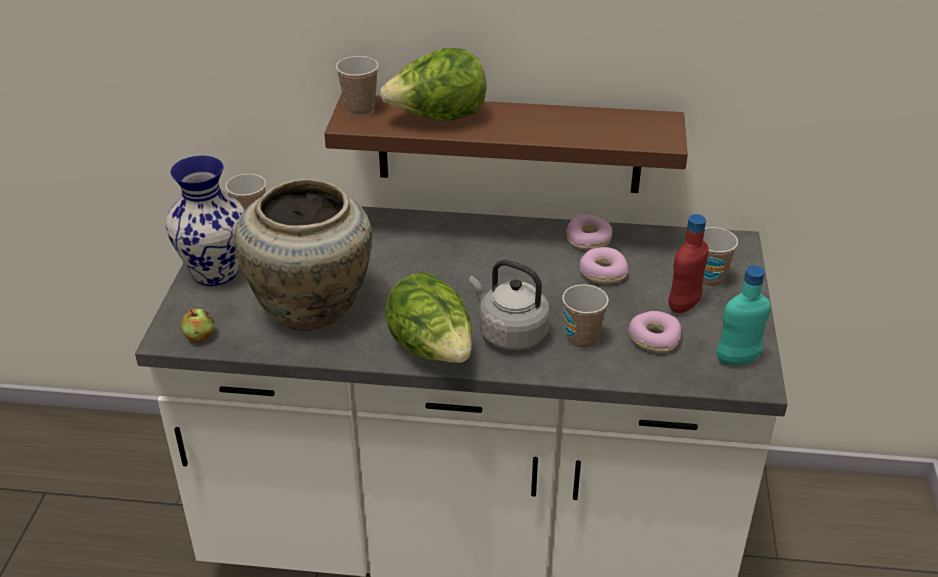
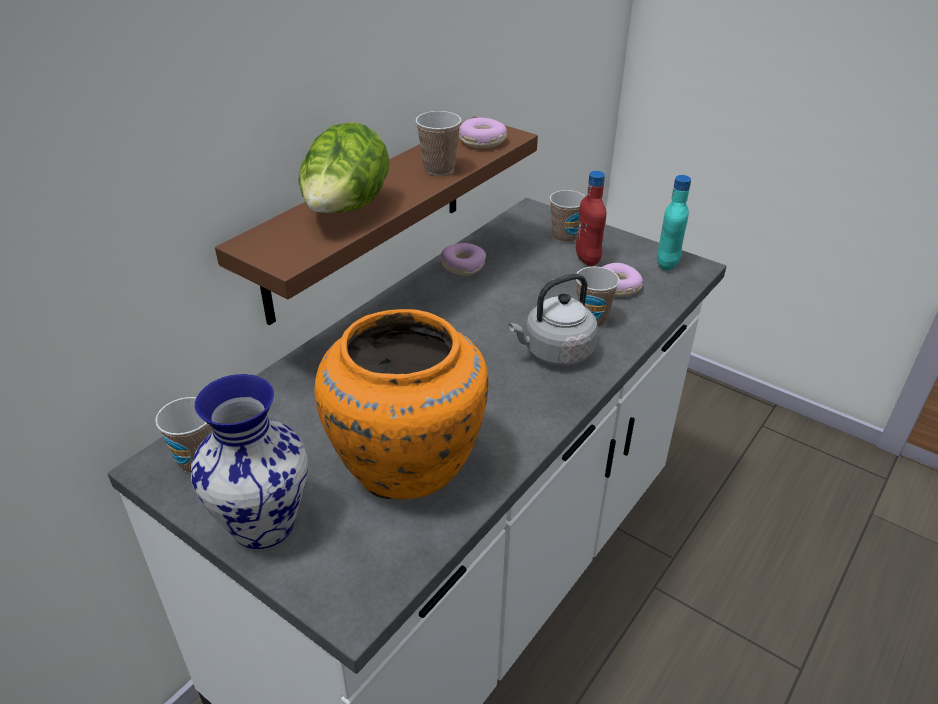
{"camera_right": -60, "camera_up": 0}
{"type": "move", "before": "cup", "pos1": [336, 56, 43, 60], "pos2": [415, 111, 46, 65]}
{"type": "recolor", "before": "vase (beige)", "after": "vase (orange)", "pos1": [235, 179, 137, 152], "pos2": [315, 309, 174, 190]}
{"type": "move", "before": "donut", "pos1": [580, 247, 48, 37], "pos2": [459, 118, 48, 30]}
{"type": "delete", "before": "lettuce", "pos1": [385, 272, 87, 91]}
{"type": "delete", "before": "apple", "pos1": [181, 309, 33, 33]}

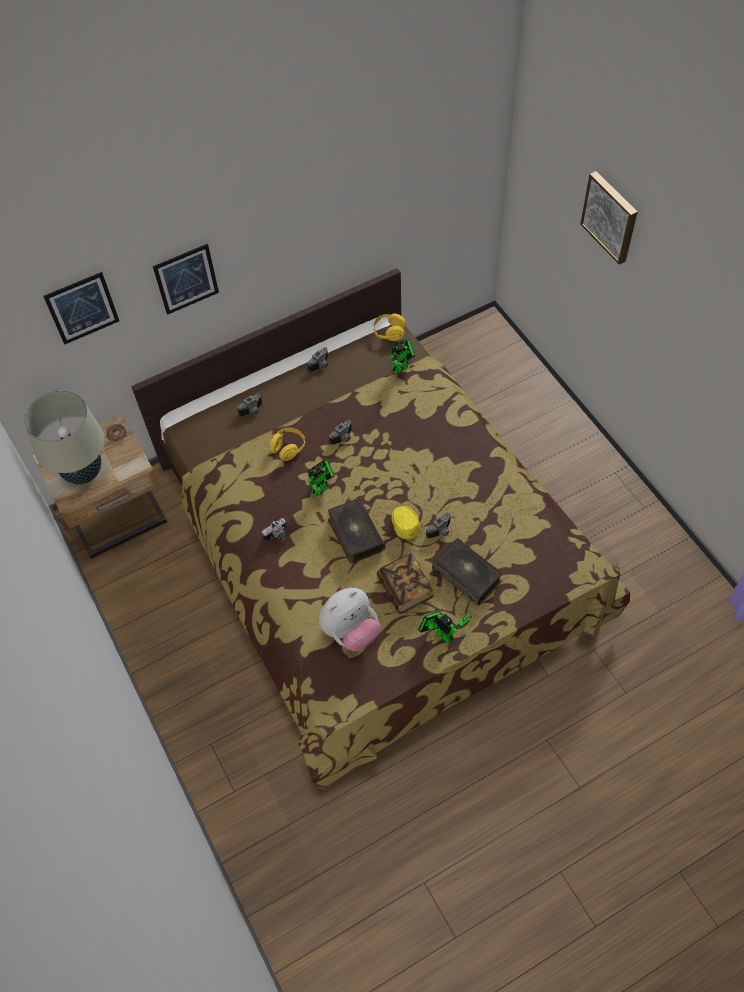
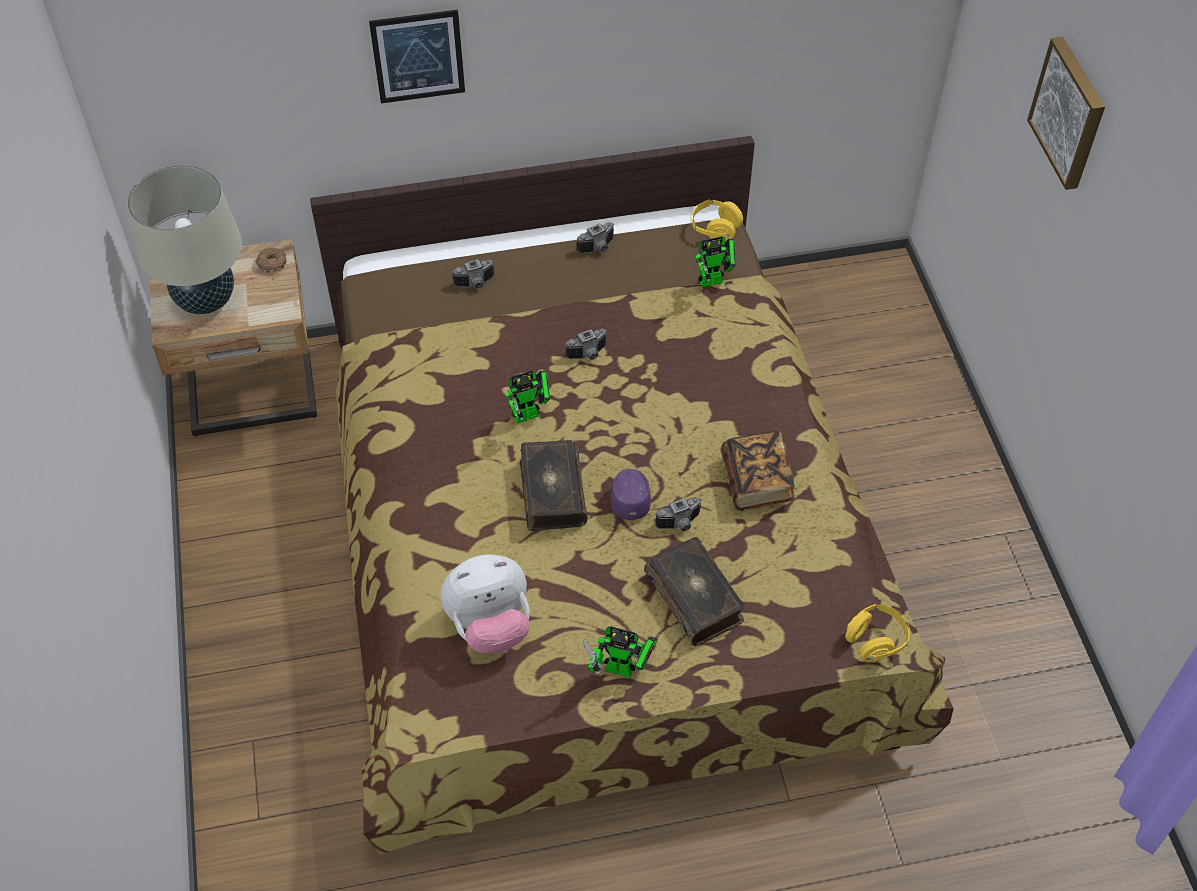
{"camera_right": 15, "camera_up": -5}
{"type": "delete", "before": "picture", "pos1": [43, 272, 76, 73]}
{"type": "move", "before": "headphones (yellow)", "pos1": [270, 428, 35, 33], "pos2": [845, 604, 65, 58]}
{"type": "recolor", "before": "cap (yellow)", "after": "cap (purple)", "pos1": [392, 506, 28, 33], "pos2": [611, 469, 40, 51]}
{"type": "delete", "before": "photo camera", "pos1": [262, 518, 25, 24]}
{"type": "move", "before": "book", "pos1": [377, 553, 57, 61], "pos2": [721, 431, 74, 80]}
{"type": "rotate", "before": "toy robot", "pos1": [418, 608, 56, 35], "pos2": [583, 626, 74, 52], "turn": 135}

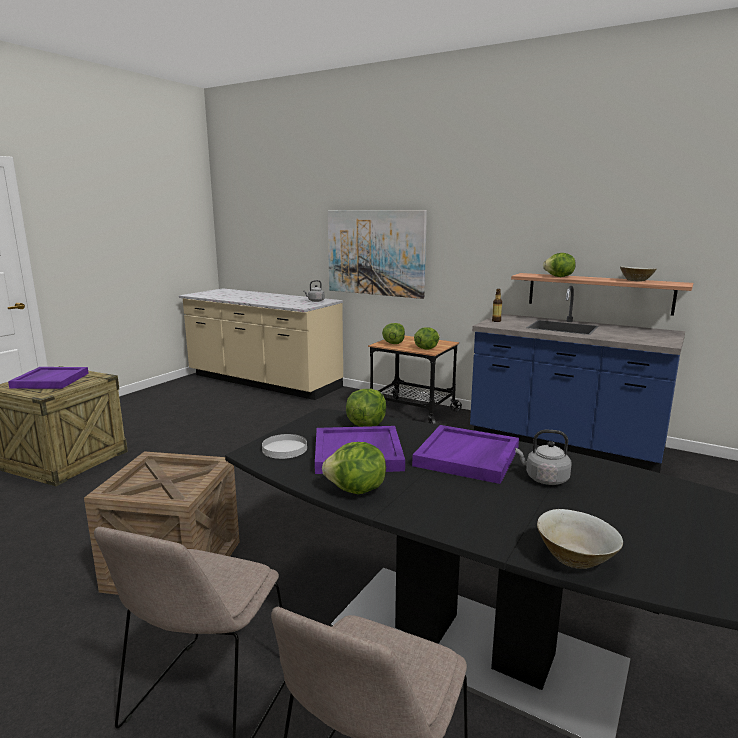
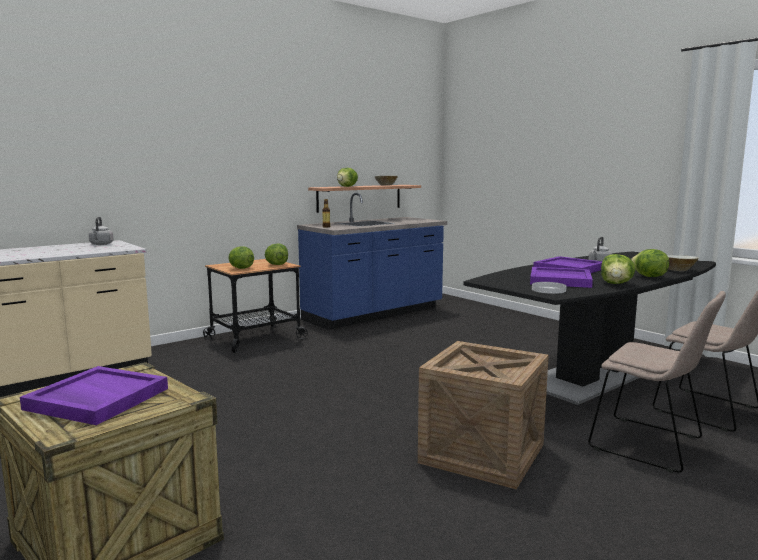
{"camera_right": -70, "camera_up": -5}
{"type": "delete", "before": "picture", "pos1": [328, 210, 99, 89]}
{"type": "move", "before": "lettuce", "pos1": [346, 389, 40, 38], "pos2": [631, 249, 38, 28]}

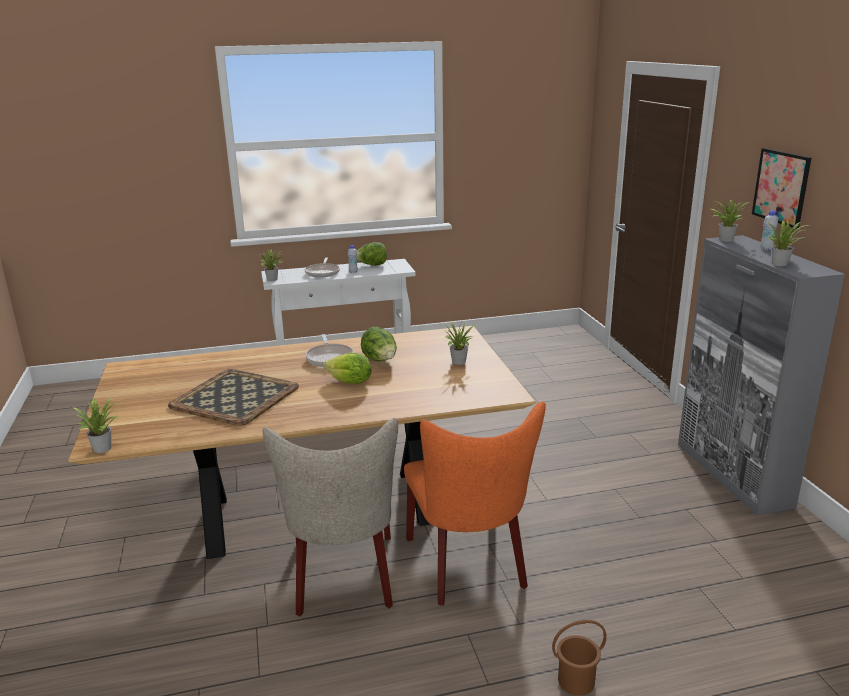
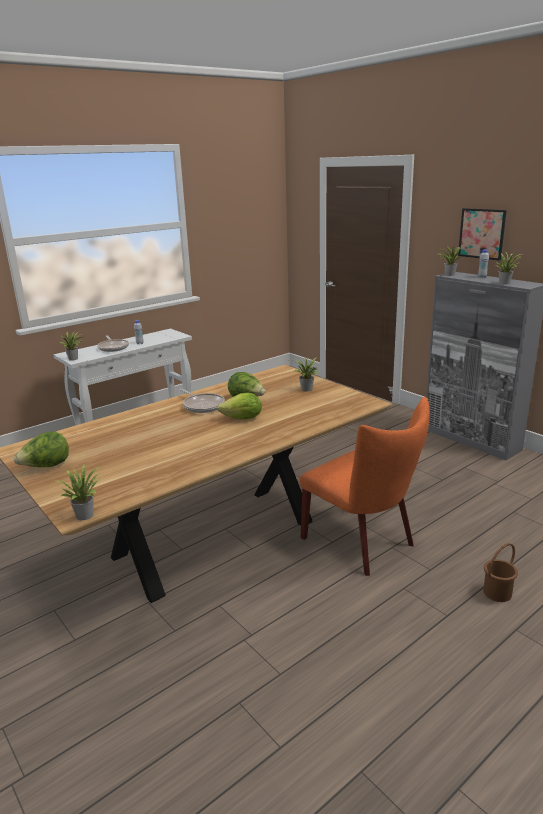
{"camera_right": -25, "camera_up": 0}
{"type": "move", "before": "lettuce", "pos1": [357, 242, 30, 24], "pos2": [14, 432, 55, 35]}
{"type": "delete", "before": "tray", "pos1": [168, 369, 131, 57]}
{"type": "delete", "before": "chair (beige)", "pos1": [262, 418, 136, 198]}

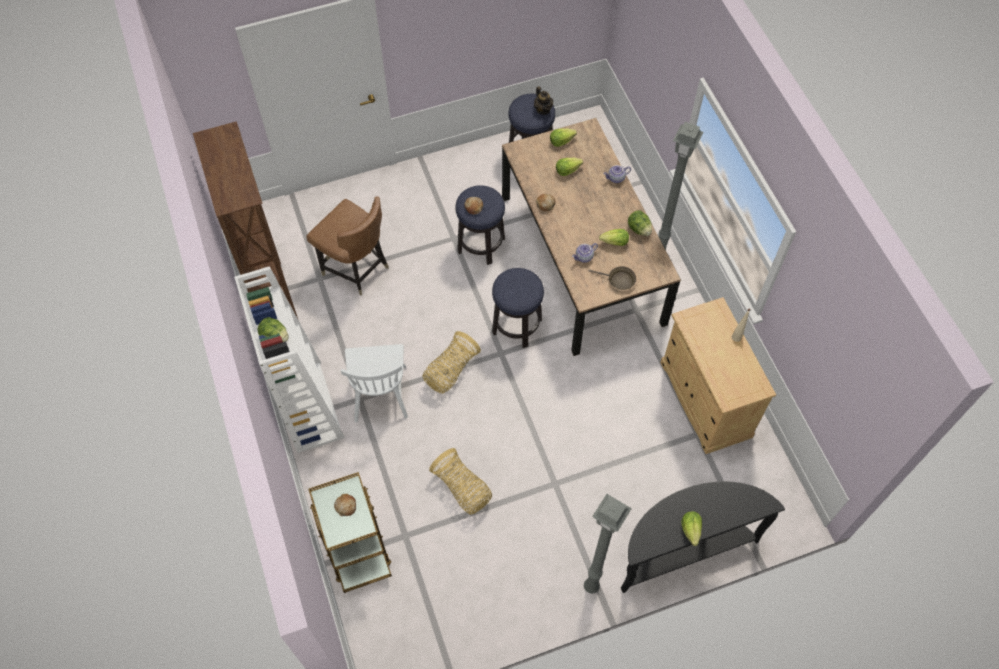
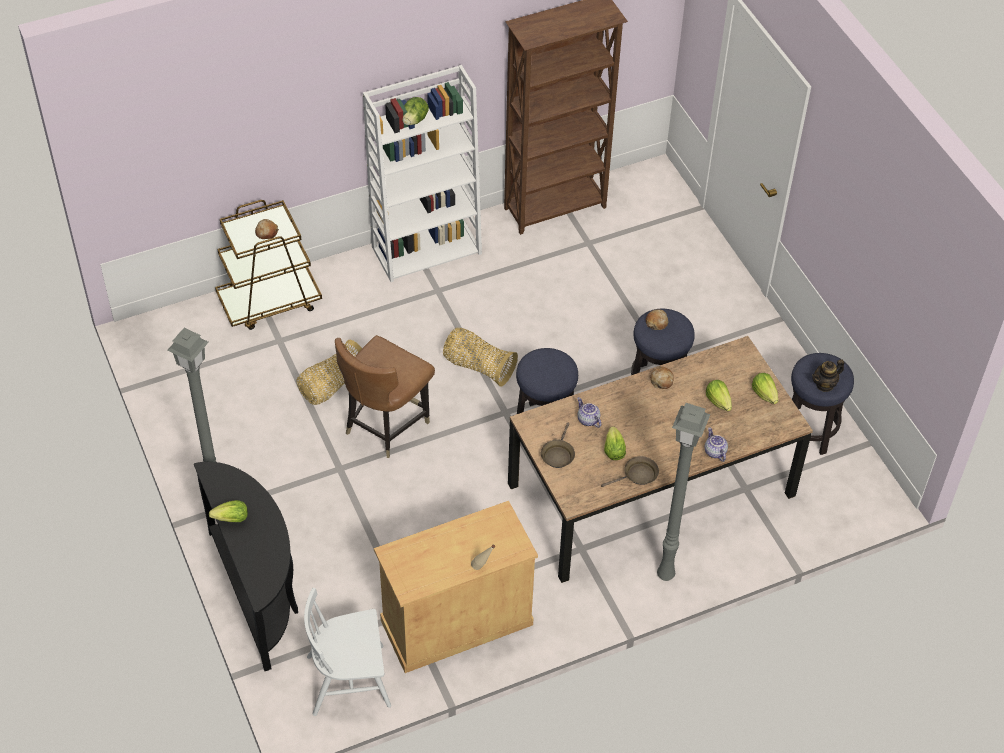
{"camera_right": 85, "camera_up": -10}
{"type": "move", "before": "chair (brown)", "pos1": [306, 196, 83, 100], "pos2": [335, 335, 100, 123]}
{"type": "replace", "before": "lettuce", "after": "frying pan (brown)", "pos1": [628, 210, 24, 26], "pos2": [601, 456, 58, 31]}
{"type": "move", "before": "chair (white)", "pos1": [341, 344, 67, 78], "pos2": [304, 588, 87, 128]}

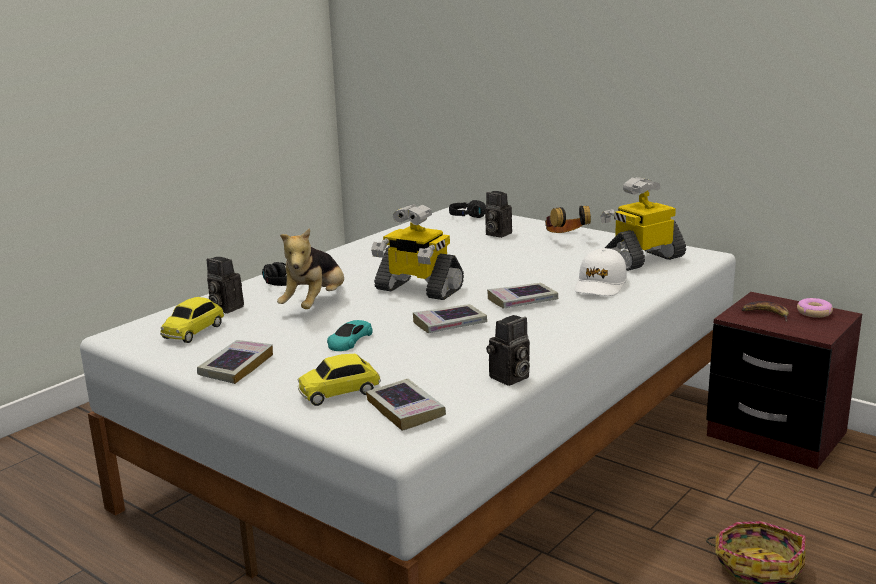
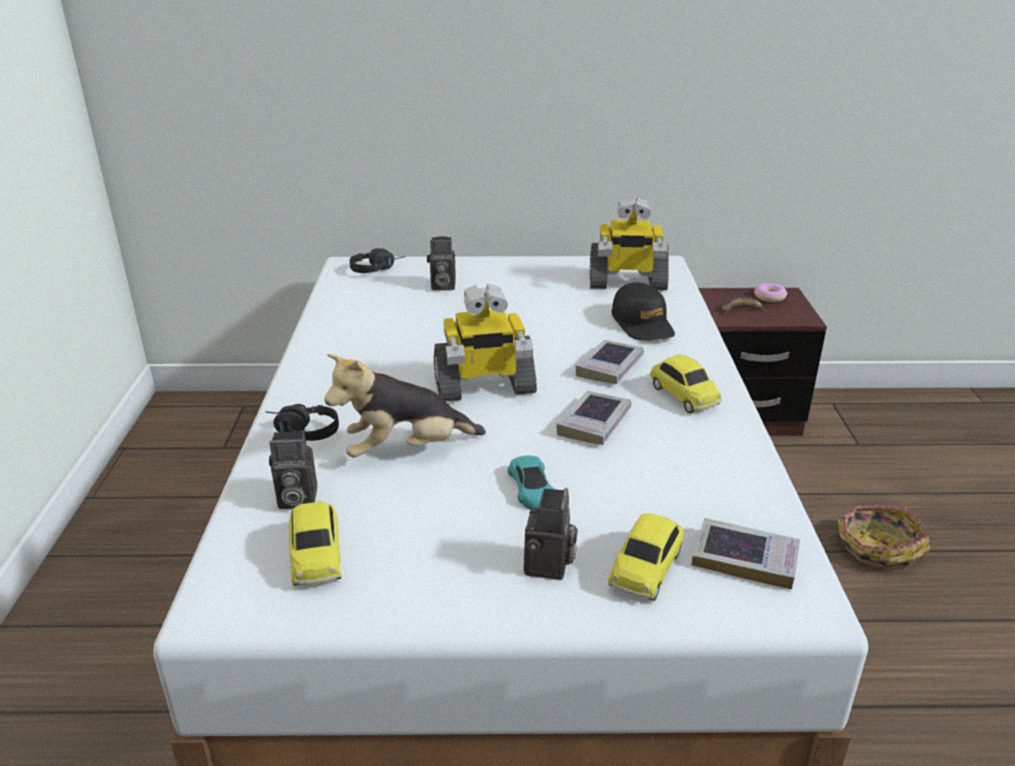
{"camera_right": -40, "camera_up": 10}
{"type": "rotate", "before": "toy robot", "pos1": [600, 177, 86, 94], "pos2": [590, 197, 79, 93], "turn": -105}
{"type": "delete", "before": "headphones", "pos1": [545, 206, 46, 27]}
{"type": "rotate", "before": "plush toy", "pos1": [277, 228, 67, 81], "pos2": [324, 354, 162, 103], "turn": 90}
{"type": "recolor", "before": "cap (white)", "after": "cap (black)", "pos1": [574, 248, 53, 48], "pos2": [611, 283, 64, 58]}
{"type": "move", "before": "photo camera", "pos1": [486, 315, 44, 71], "pos2": [524, 488, 54, 92]}
{"type": "delete", "before": "book", "pos1": [197, 340, 76, 44]}
{"type": "insert", "after": "toy car", "pos2": [650, 355, 72, 58]}

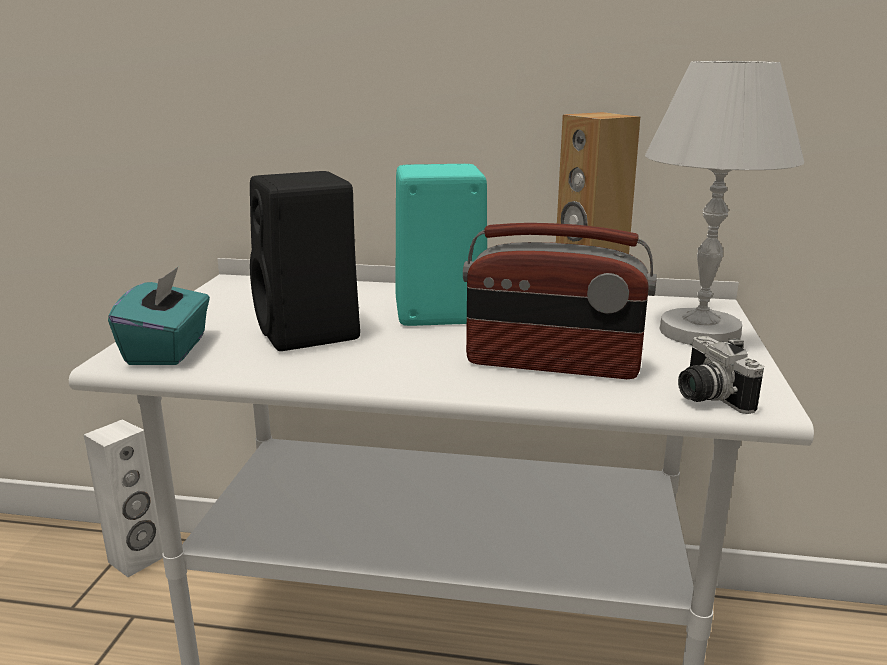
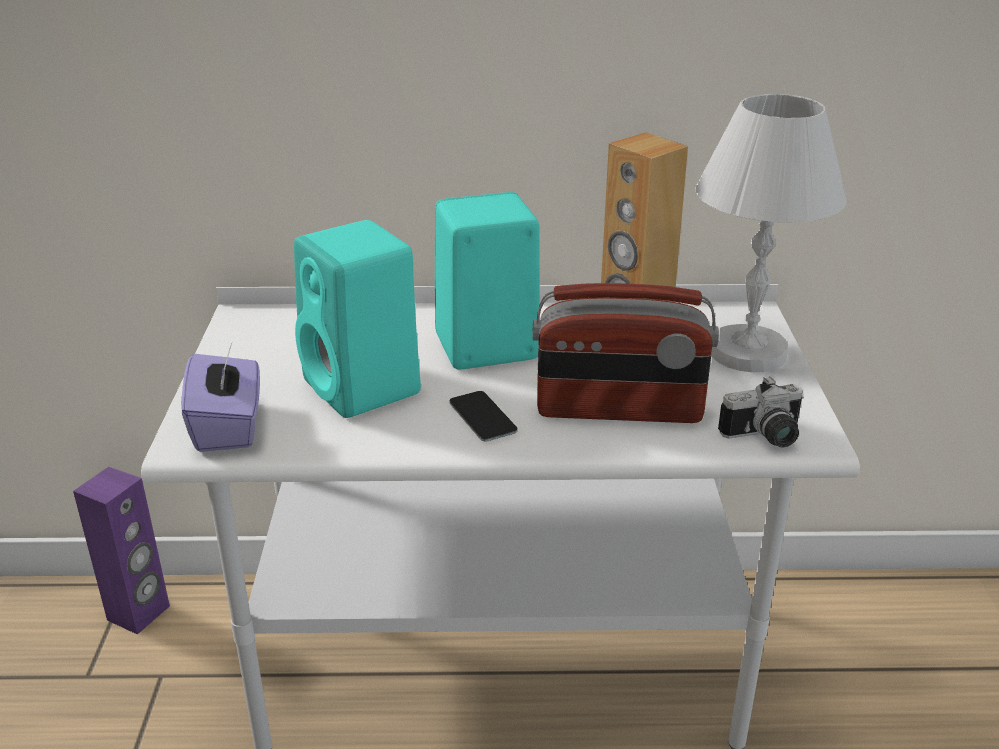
{"camera_right": -10, "camera_up": 10}
{"type": "recolor", "before": "speaker (black)", "after": "speaker (turquoise)", "pos1": [250, 171, 110, 180], "pos2": [294, 220, 127, 198]}
{"type": "recolor", "before": "tissue box (turquoise)", "after": "tissue box (purple)", "pos1": [108, 267, 102, 98], "pos2": [181, 343, 79, 109]}
{"type": "rotate", "before": "photo camera", "pos1": [678, 336, 86, 78], "pos2": [718, 376, 86, 71], "turn": -75}
{"type": "recolor", "before": "speaker (white)", "after": "speaker (purple)", "pos1": [84, 420, 79, 157], "pos2": [73, 467, 97, 168]}
{"type": "insert", "after": "phone", "pos2": [449, 391, 68, 50]}

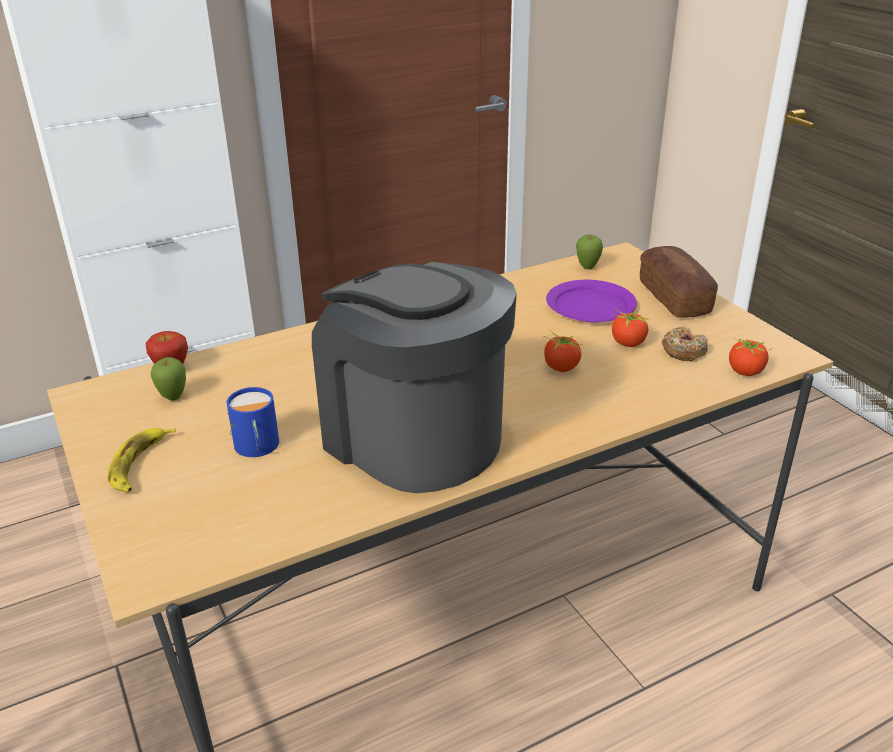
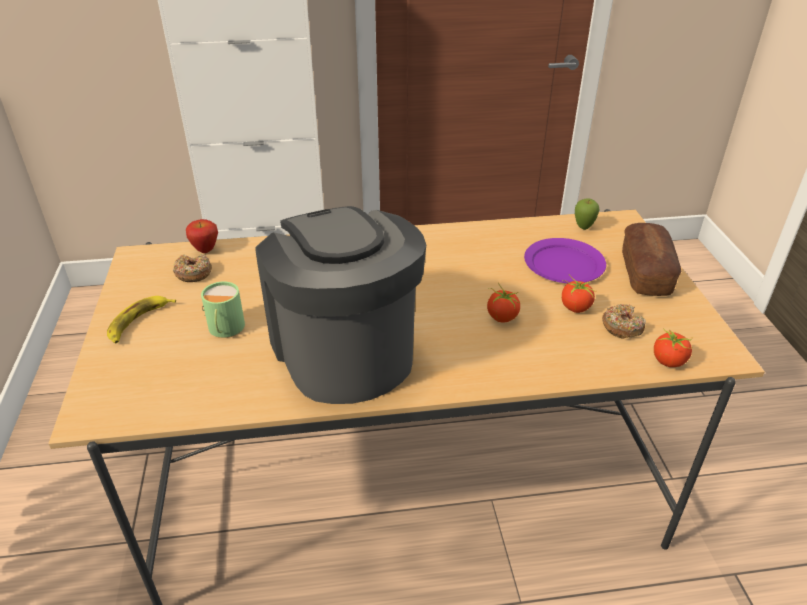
{"camera_right": 20, "camera_up": 5}
{"type": "replace", "before": "apple", "after": "donut", "pos1": [151, 357, 35, 44], "pos2": [173, 254, 39, 28]}
{"type": "recolor", "before": "mug (blue)", "after": "mug (green)", "pos1": [226, 387, 53, 70], "pos2": [201, 282, 44, 56]}

